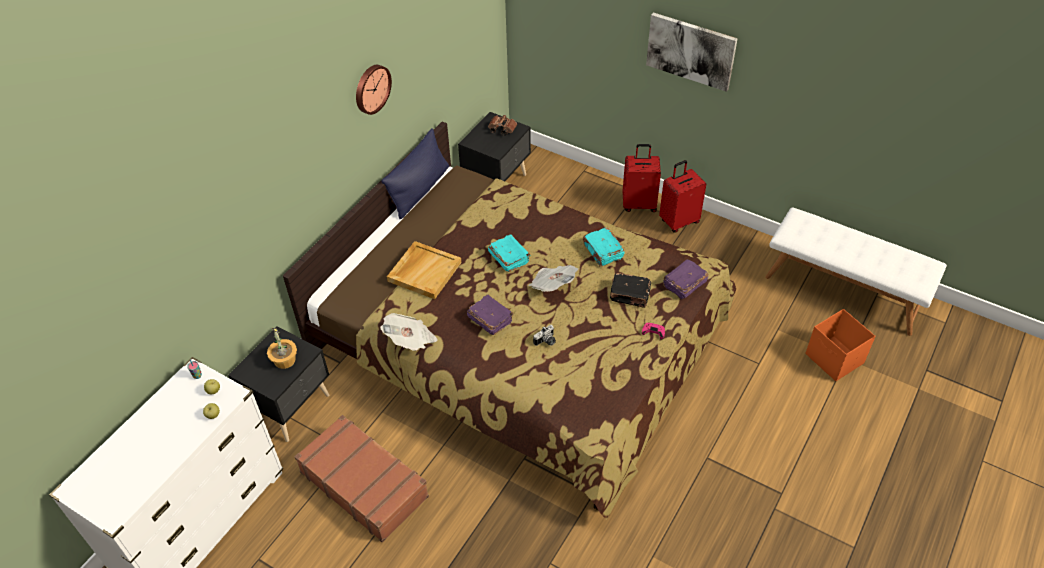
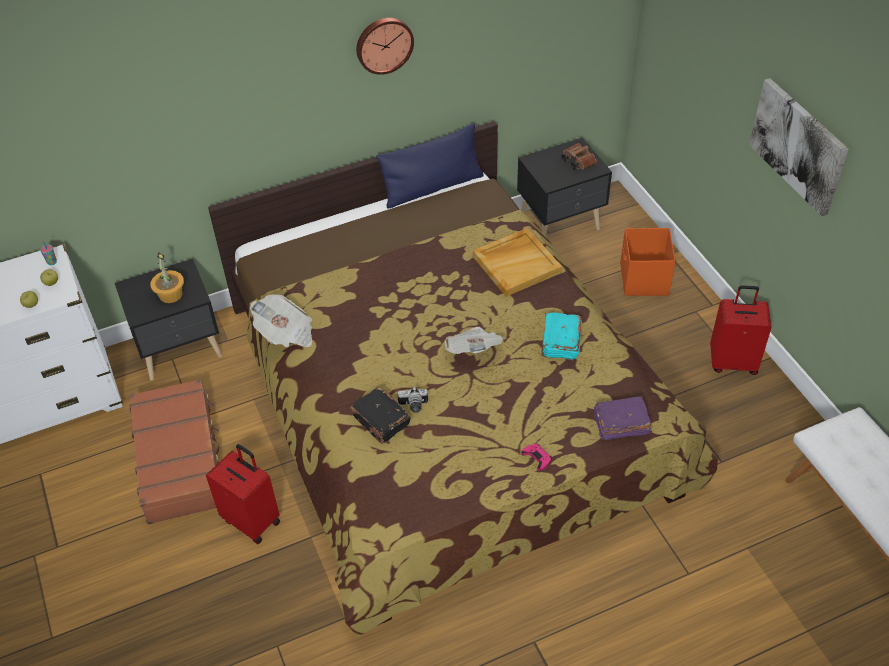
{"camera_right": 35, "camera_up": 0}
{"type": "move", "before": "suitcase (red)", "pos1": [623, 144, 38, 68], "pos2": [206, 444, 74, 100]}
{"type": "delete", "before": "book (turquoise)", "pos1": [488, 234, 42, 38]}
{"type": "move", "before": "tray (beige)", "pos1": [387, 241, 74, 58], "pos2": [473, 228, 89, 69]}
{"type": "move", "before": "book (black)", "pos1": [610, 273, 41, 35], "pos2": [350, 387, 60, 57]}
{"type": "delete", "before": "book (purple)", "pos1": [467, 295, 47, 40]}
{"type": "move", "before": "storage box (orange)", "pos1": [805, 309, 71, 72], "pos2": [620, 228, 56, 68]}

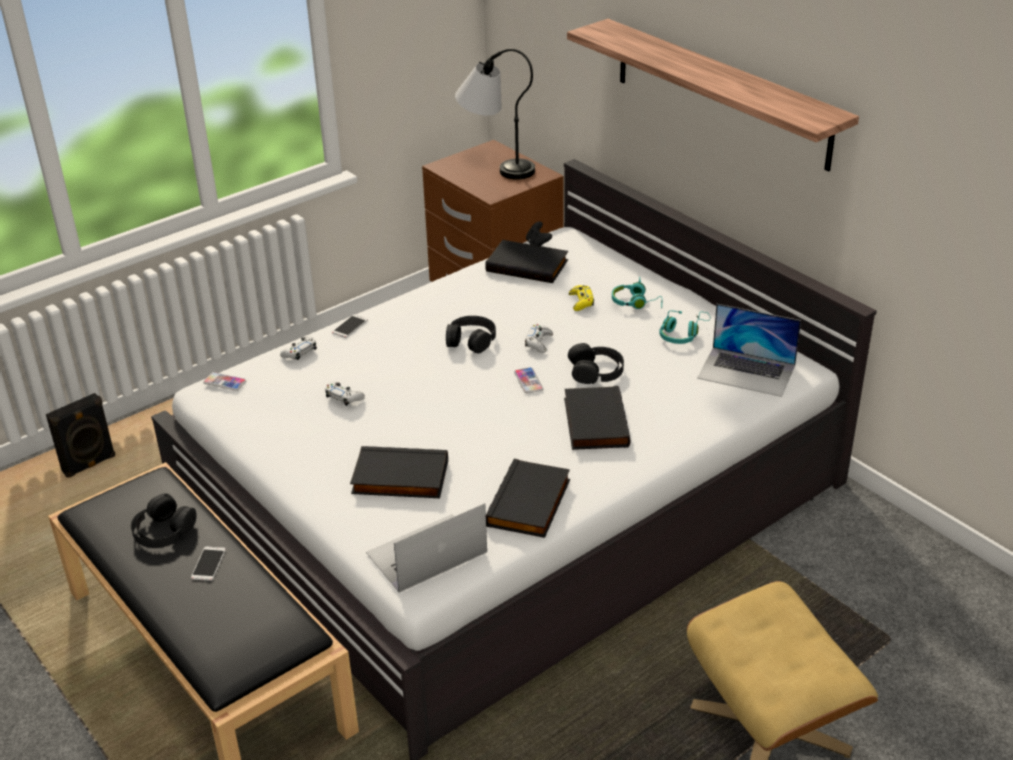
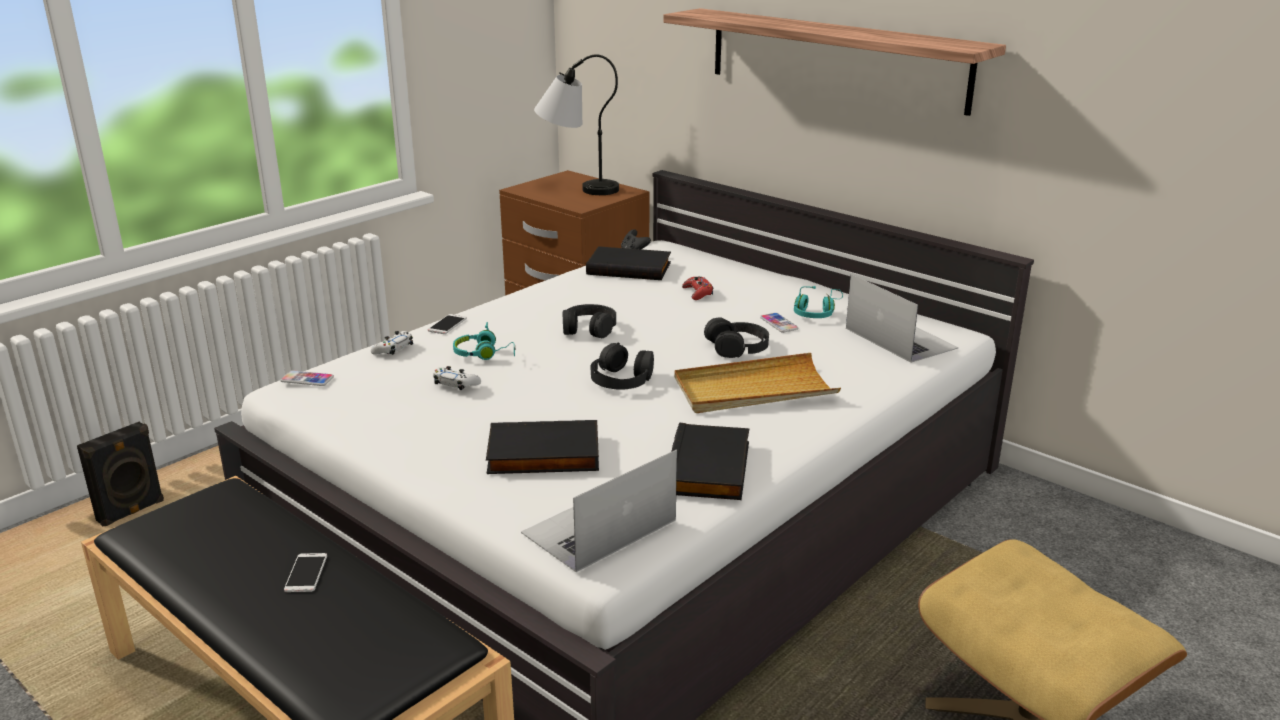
{"camera_right": -10, "camera_up": -10}
{"type": "move", "before": "headphones (turquoise)", "pos1": [612, 276, 50, 33], "pos2": [453, 322, 62, 38]}
{"type": "recolor", "before": "game controller (yellow)", "after": "game controller (red)", "pos1": [569, 285, 25, 26], "pos2": [682, 276, 31, 24]}
{"type": "rotate", "before": "laptop", "pos1": [697, 304, 104, 93], "pos2": [846, 274, 113, 89], "turn": -135}
{"type": "delete", "before": "game controller (white)", "pos1": [525, 324, 28, 29]}
{"type": "move", "before": "phone", "pos1": [514, 367, 29, 26], "pos2": [760, 313, 39, 20]}
{"type": "replace", "before": "book (black)", "after": "tray (beige)", "pos1": [564, 386, 66, 64], "pos2": [674, 353, 167, 60]}
{"type": "move", "before": "headphones (black)", "pos1": [131, 493, 66, 55], "pos2": [590, 343, 64, 46]}

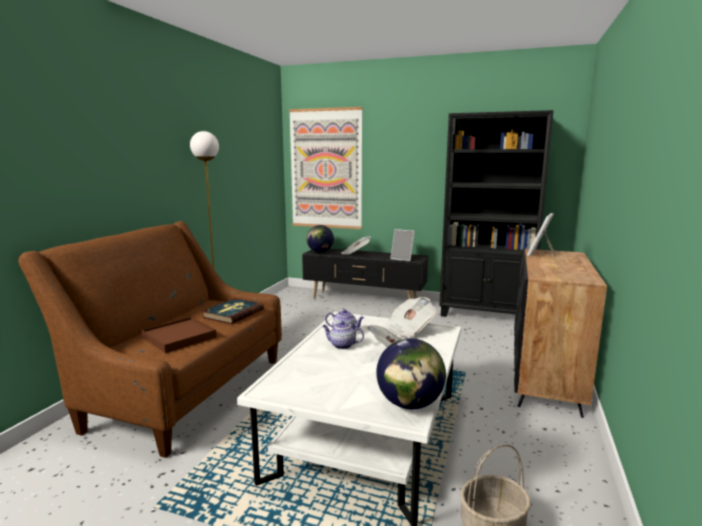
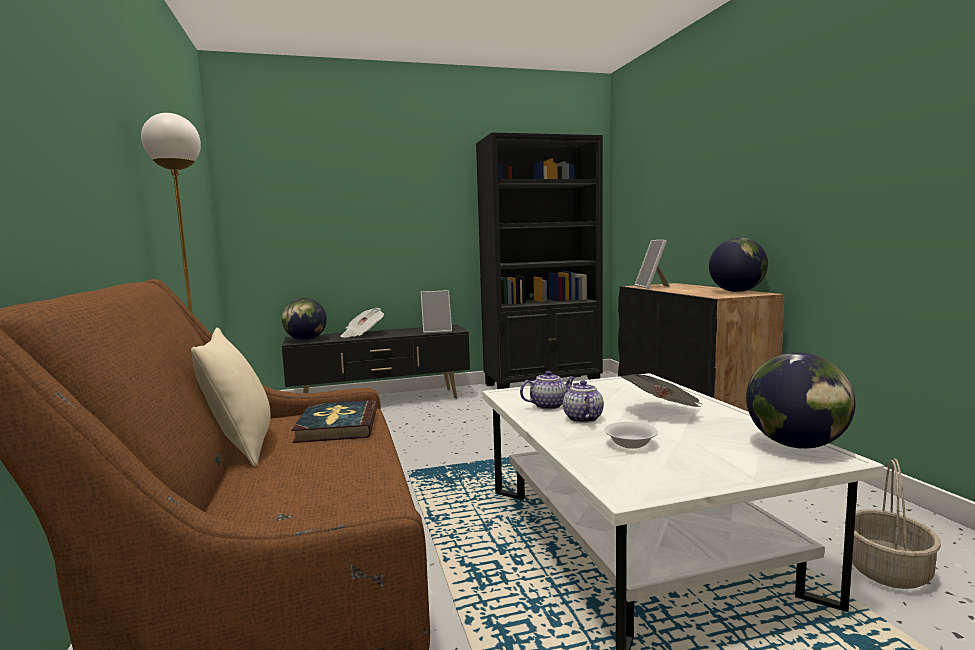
{"camera_right": -35, "camera_up": -5}
{"type": "delete", "before": "picture", "pos1": [289, 107, 74, 122]}
{"type": "delete", "before": "newspaper", "pos1": [387, 297, 49, 40]}
{"type": "delete", "before": "tray (brown)", "pos1": [142, 317, 75, 36]}
{"type": "rotate", "before": "teapot", "pos1": [322, 321, 42, 28], "pos2": [563, 380, 41, 43], "turn": 105}
{"type": "insert", "after": "globe", "pos2": [709, 238, 59, 54]}
{"type": "insert", "after": "pillow (beige)", "pos2": [191, 328, 80, 139]}
{"type": "insert", "after": "bowl (white)", "pos2": [604, 422, 54, 27]}

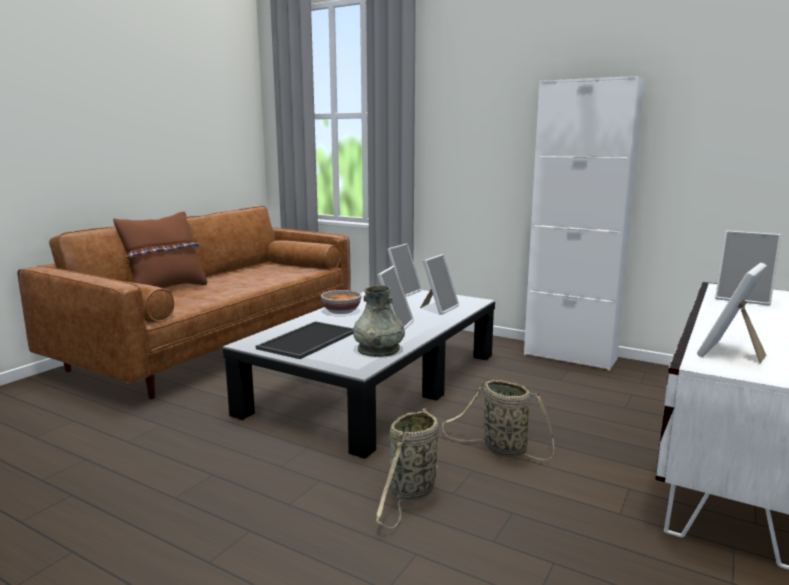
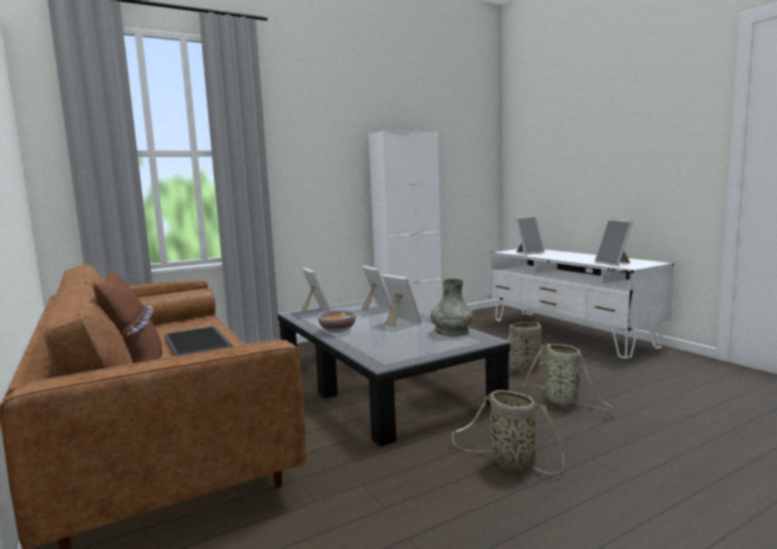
{"camera_right": -60, "camera_up": -5}
{"type": "move", "before": "tray", "pos1": [256, 321, 98, 38], "pos2": [164, 326, 69, 30]}
{"type": "insert", "after": "basket", "pos2": [452, 390, 112, 84]}

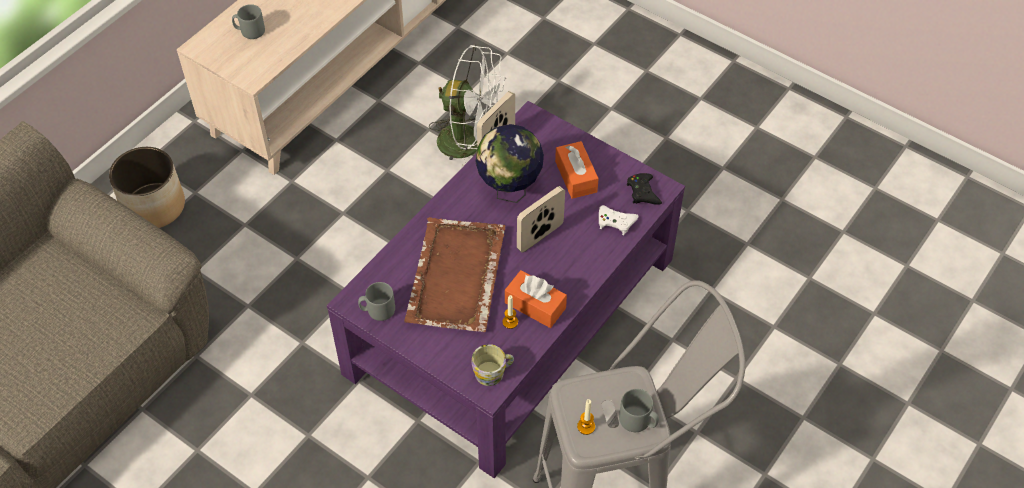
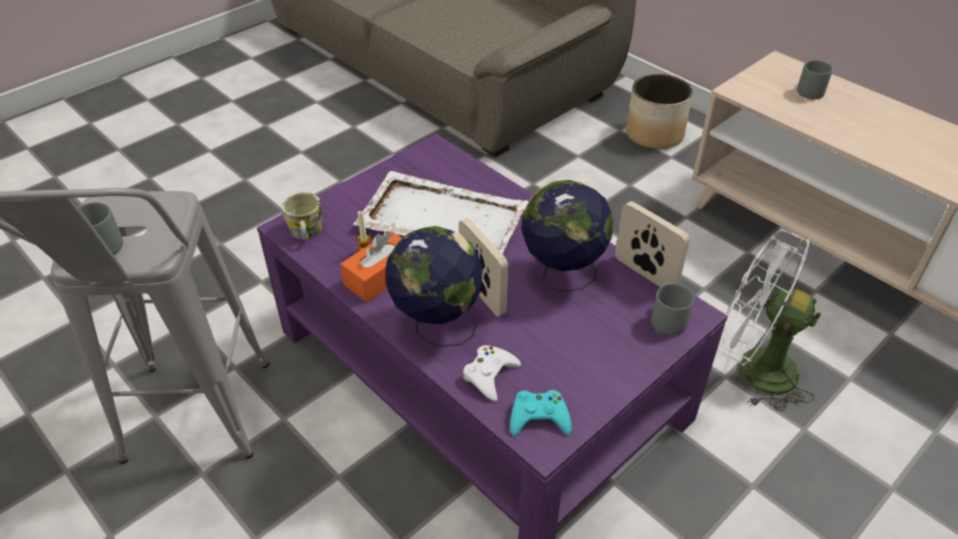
{"camera_right": 100, "camera_up": -10}
{"type": "rotate", "before": "fan (white)", "pos1": [429, 44, 77, 125], "pos2": [717, 230, 104, 182], "turn": 90}
{"type": "delete", "before": "tissue box (orange)", "pos1": [555, 141, 44, 58]}
{"type": "recolor", "before": "game controller (black)", "after": "game controller (turquoise)", "pos1": [627, 173, 35, 32], "pos2": [510, 390, 62, 46]}
{"type": "recolor", "before": "tray (brown)", "after": "tray (white)", "pos1": [404, 217, 101, 115], "pos2": [353, 171, 176, 83]}
{"type": "move", "before": "mug (grey)", "pos1": [358, 282, 37, 39], "pos2": [651, 283, 43, 53]}
{"type": "delete", "before": "candle", "pos1": [577, 399, 18, 36]}
{"type": "insert", "after": "globe", "pos2": [385, 226, 98, 121]}

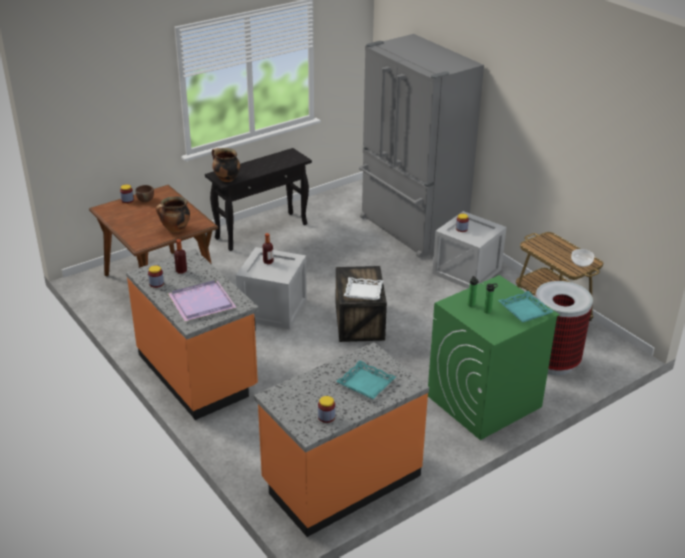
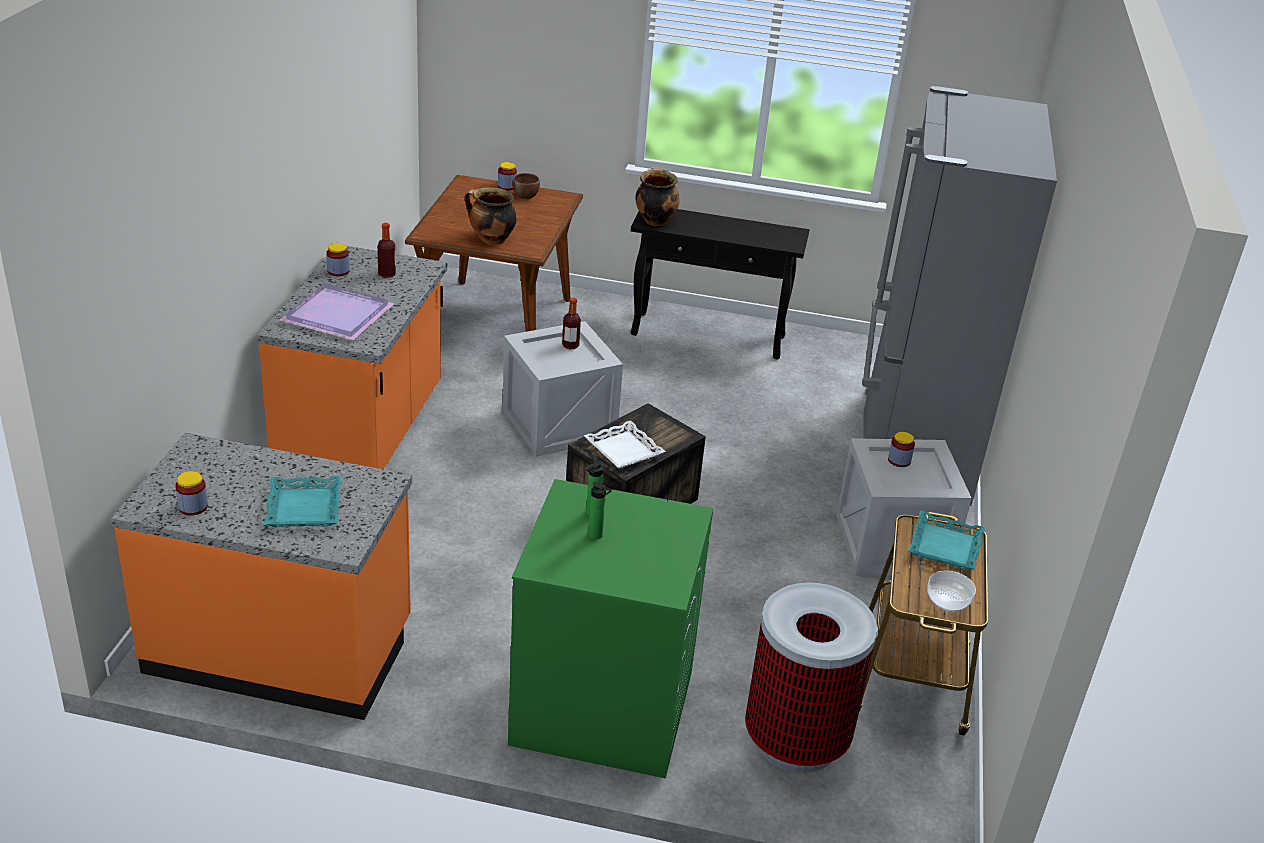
{"camera_right": 45, "camera_up": 0}
{"type": "move", "before": "tray (turquoise)", "pos1": [498, 291, 56, 32], "pos2": [908, 510, 77, 60]}

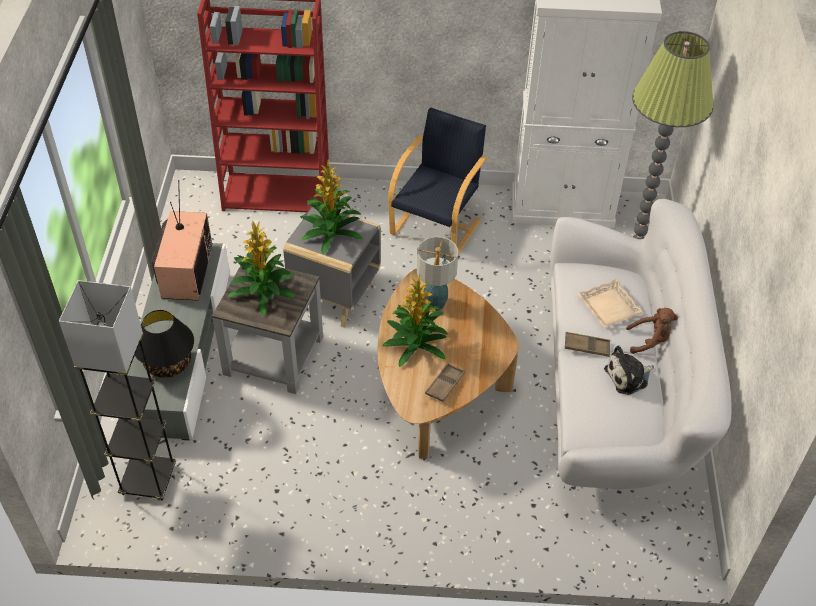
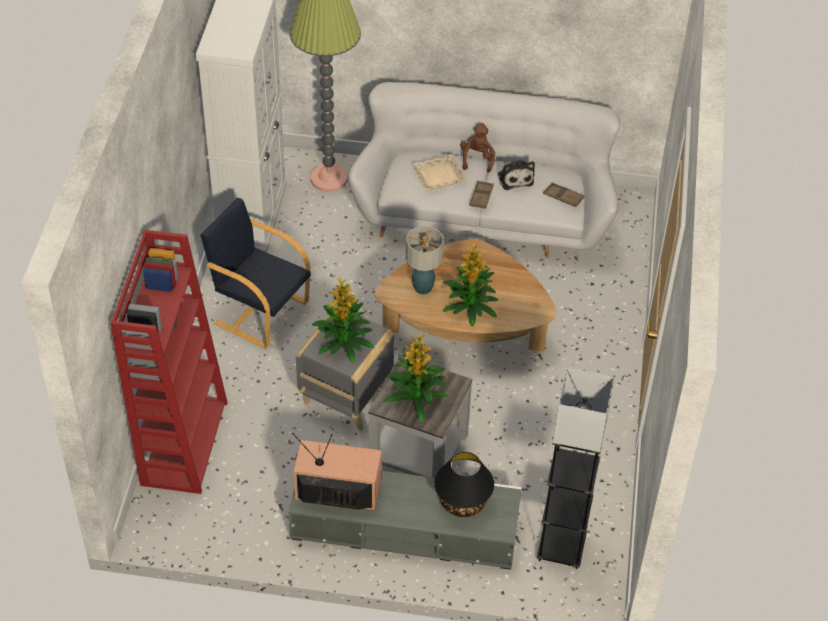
{"camera_right": -85, "camera_up": 0}
{"type": "move", "before": "tray (brown)", "pos1": [425, 363, 40, 39], "pos2": [543, 182, 42, 25]}

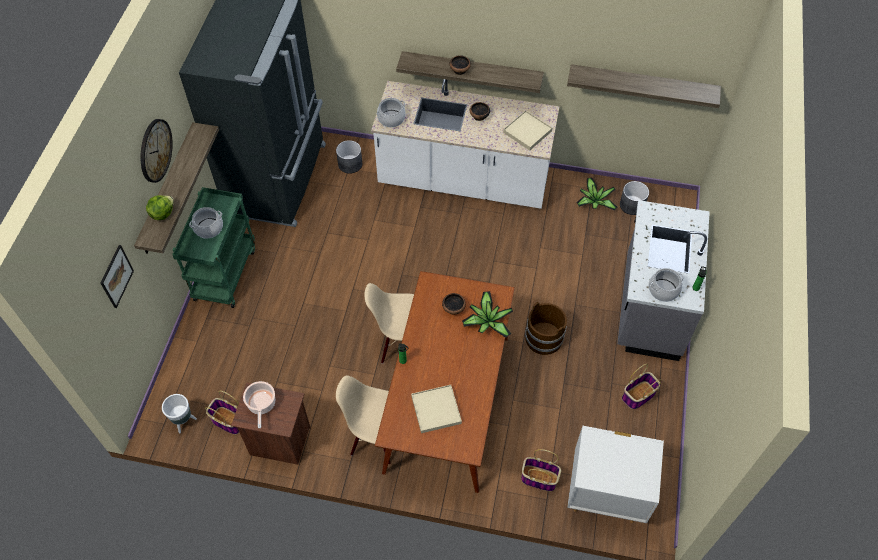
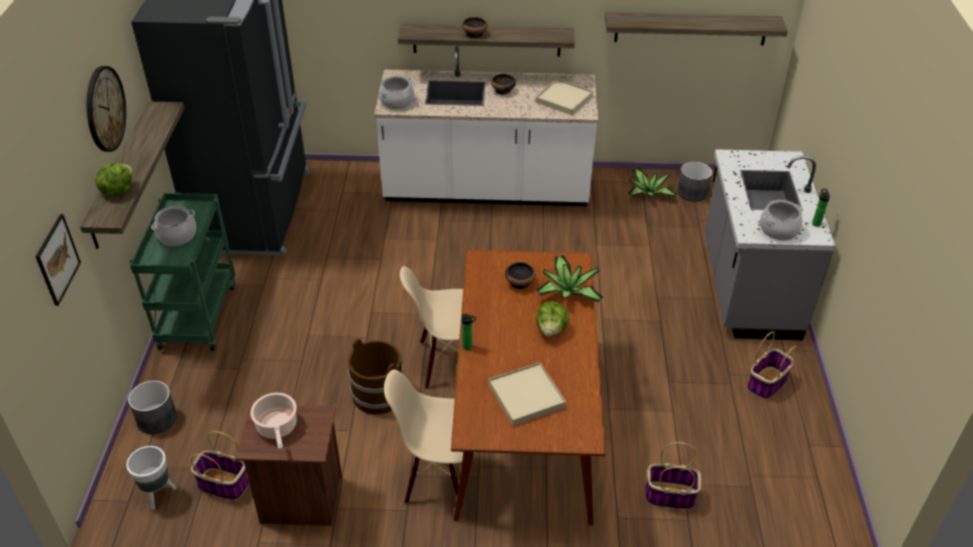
{"camera_right": -10, "camera_up": -15}
{"type": "move", "before": "planter (grey)", "pos1": [336, 140, 26, 34], "pos2": [128, 381, 49, 53]}
{"type": "move", "before": "bucket (brown)", "pos1": [525, 302, 42, 53], "pos2": [348, 338, 55, 77]}
{"type": "delete", "before": "nightstand (white)", "pos1": [567, 426, 97, 97]}
{"type": "insert", "after": "lettuce", "pos2": [536, 301, 33, 36]}

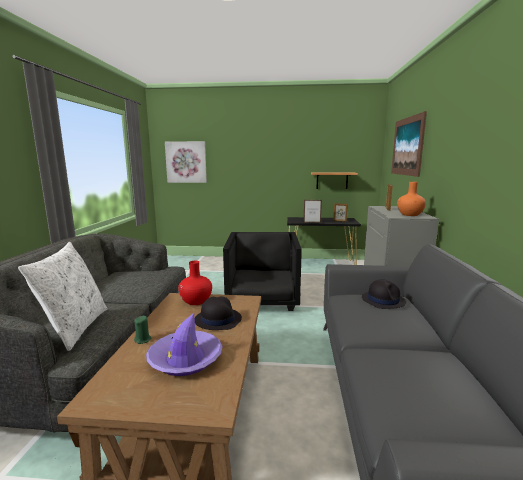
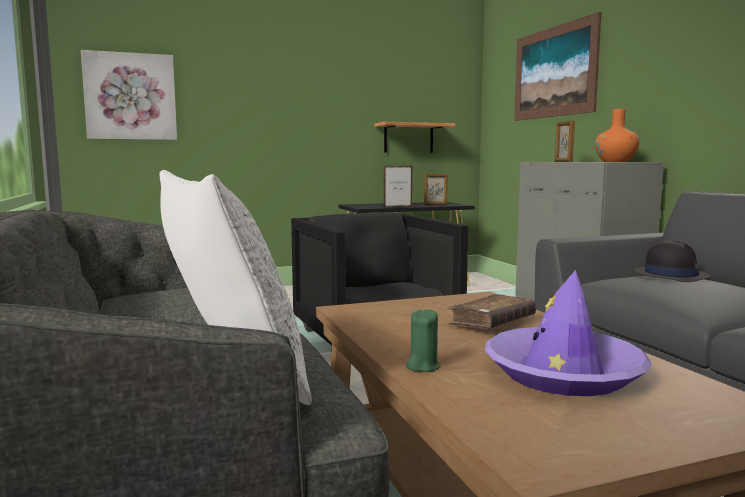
{"camera_right": -25, "camera_up": -5}
{"type": "delete", "before": "vase (red)", "pos1": [178, 261, 34, 44]}
{"type": "replace", "before": "hat (black)", "after": "book (brown)", "pos1": [195, 297, 47, 33], "pos2": [447, 294, 89, 35]}

